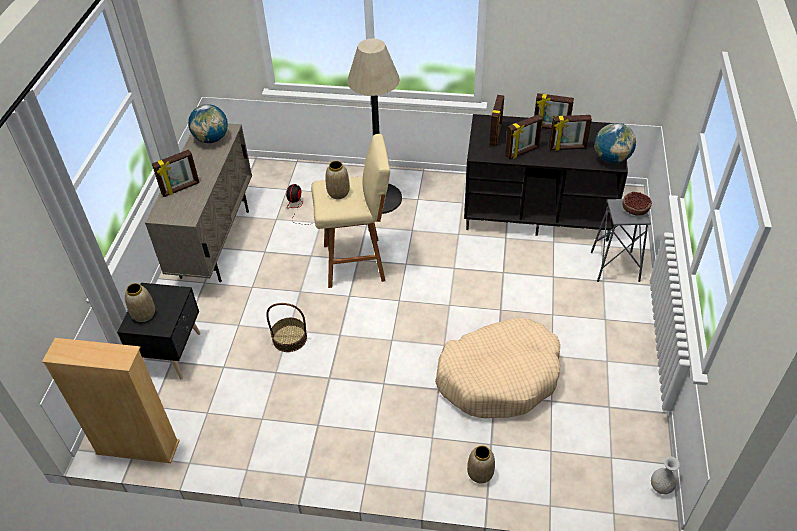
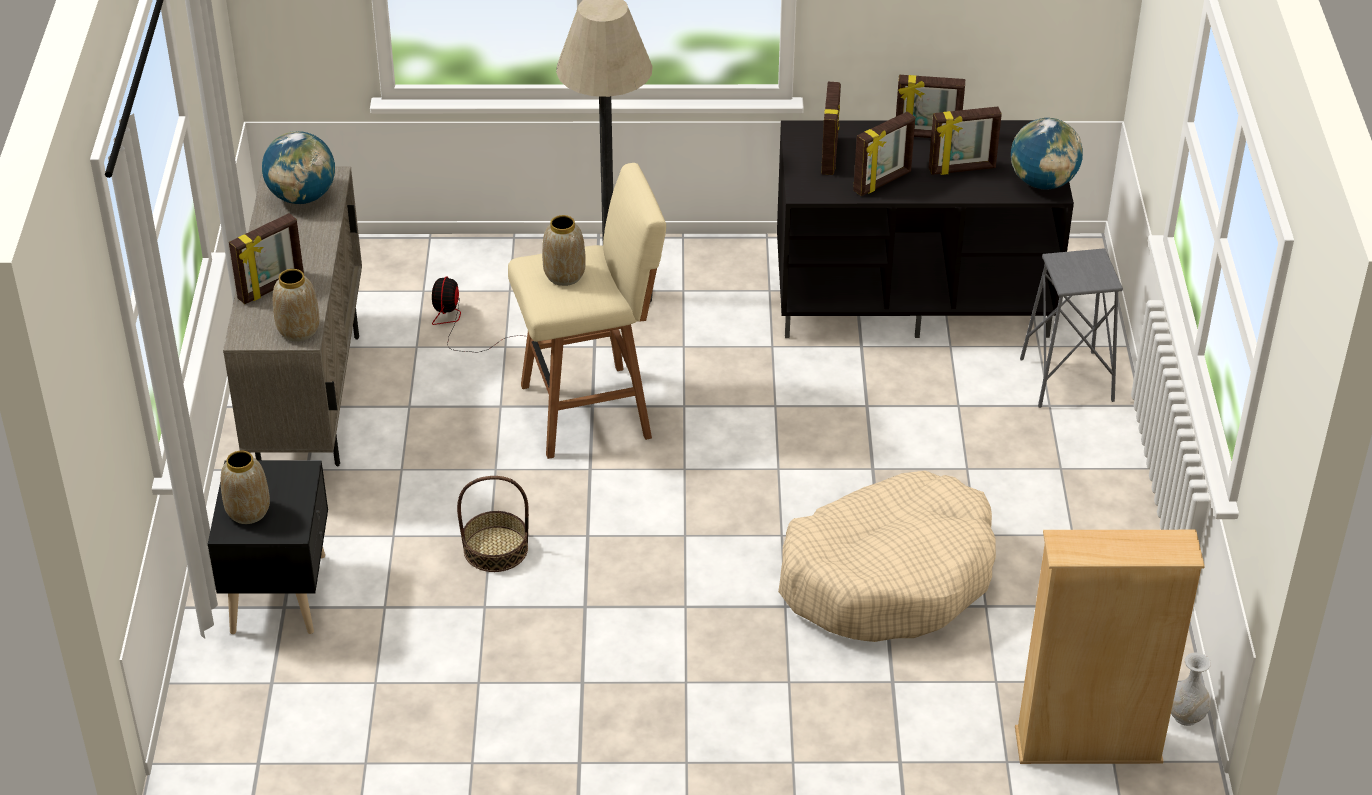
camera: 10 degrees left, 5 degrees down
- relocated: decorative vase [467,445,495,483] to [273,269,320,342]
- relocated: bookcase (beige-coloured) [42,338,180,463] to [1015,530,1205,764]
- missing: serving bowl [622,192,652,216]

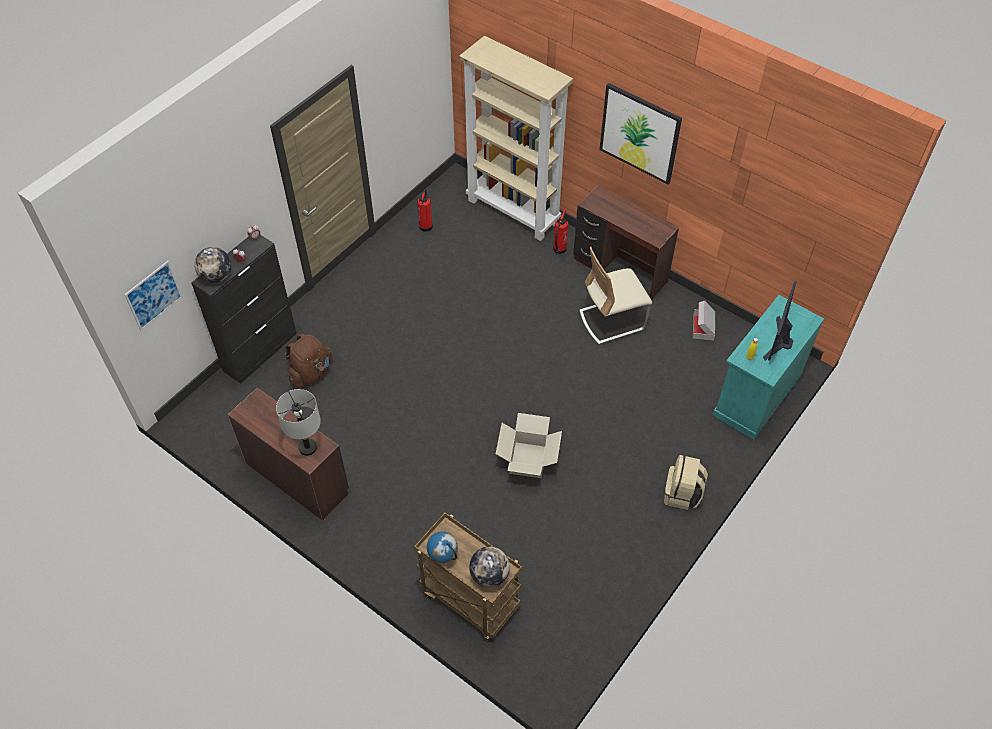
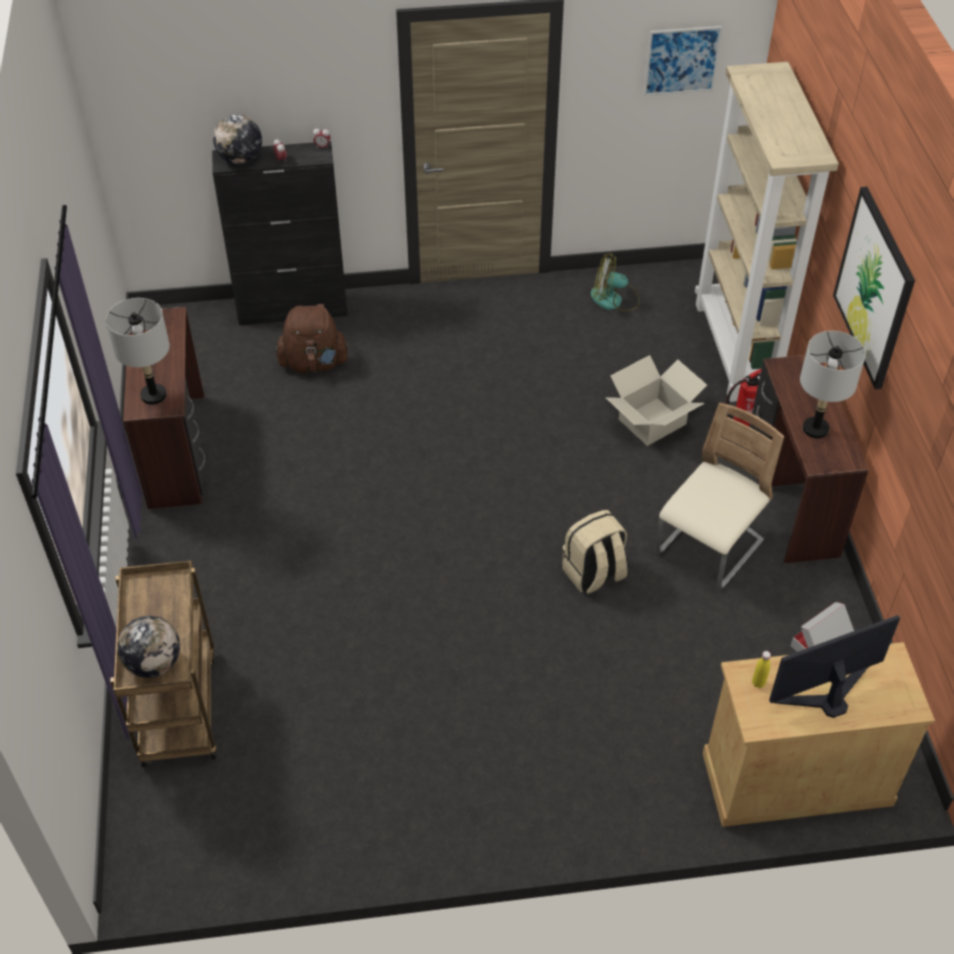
camera: 45 degrees right, 5 degrees down
- relocated: rucksack (beige-coloured) [664,455,708,510] to [562,510,627,594]
- exchanged: extinguisher [417,189,433,232] to fan [591,254,639,311]
- relocated: packing box [496,413,562,478] to [606,355,707,446]
- relocated: wall picture [124,261,182,330] to [643,26,723,96]
- spun: plain chair (beige-coloured) [579,247,652,344] = [655,403,784,589] 105 degrees clockwise
- colour: cupboard (turquoise-coloured) [713,295,824,440] to cupboard (beige-coloured) [703,642,935,827]
- appeared: tabletop lamp (grey) [800,331,866,439]
- missing: world globe [427,531,458,563]

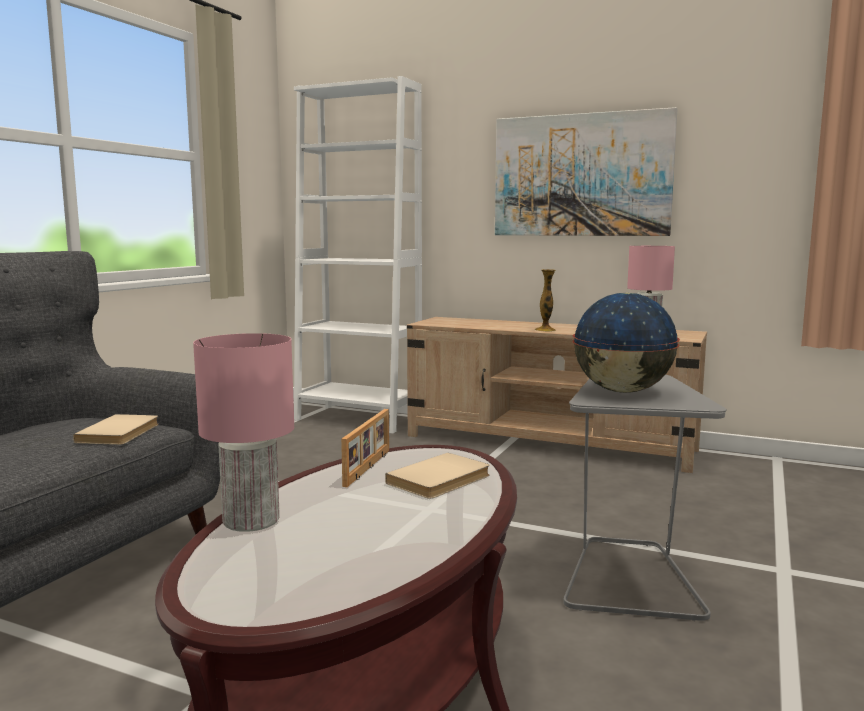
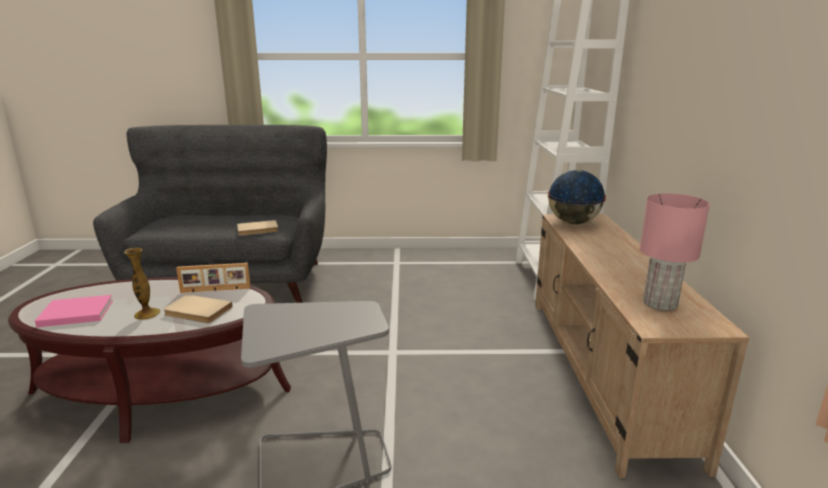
camera: 65 degrees right, 10 degrees up
- appeared: book (pink-coloured) [35,295,113,327]
- relocated: decorative vase [535,269,556,332] to [124,248,160,320]
- relocated: world globe [572,293,680,393] to [547,170,606,224]
- missing: tabletop lamp (pink-coloured) [193,333,294,532]
- missing: wall picture [495,107,677,236]

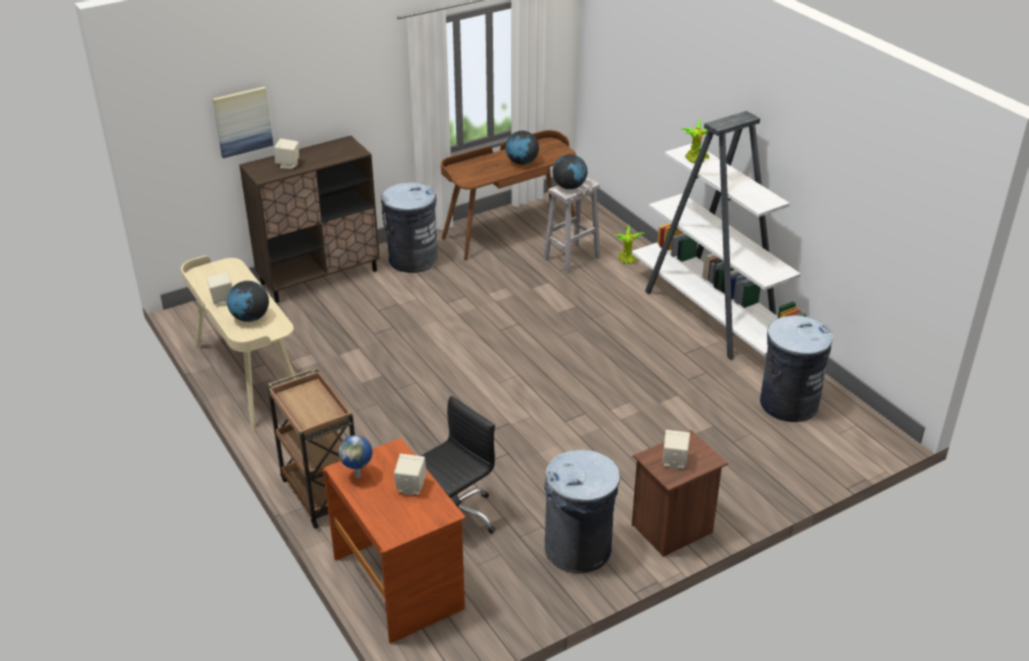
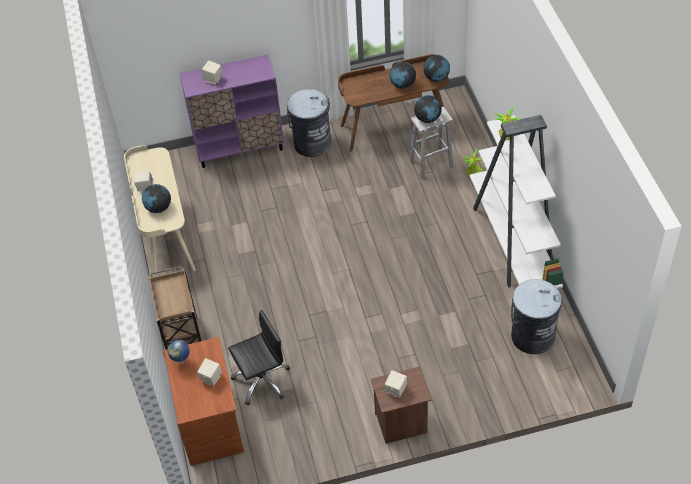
camera: 20 degrees right, 15 degrees up
- colour: cupboard (brownish) [239,136,380,303] to cupboard (purple) [179,55,284,168]
- appeared: world globe [423,55,450,82]
- missing: wall picture [213,87,273,158]
- missing: waste bin (grey) [544,450,620,573]

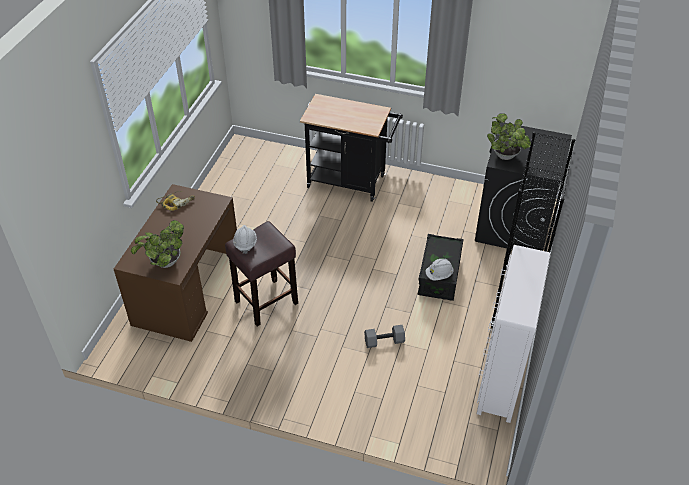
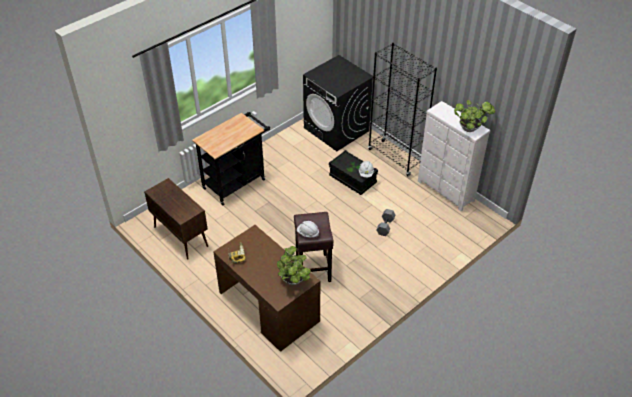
camera: 60 degrees left, 0 degrees up
- appeared: cupboard (brownish) [144,178,208,260]
- relocated: potted plant [487,113,531,160] to [454,100,495,132]

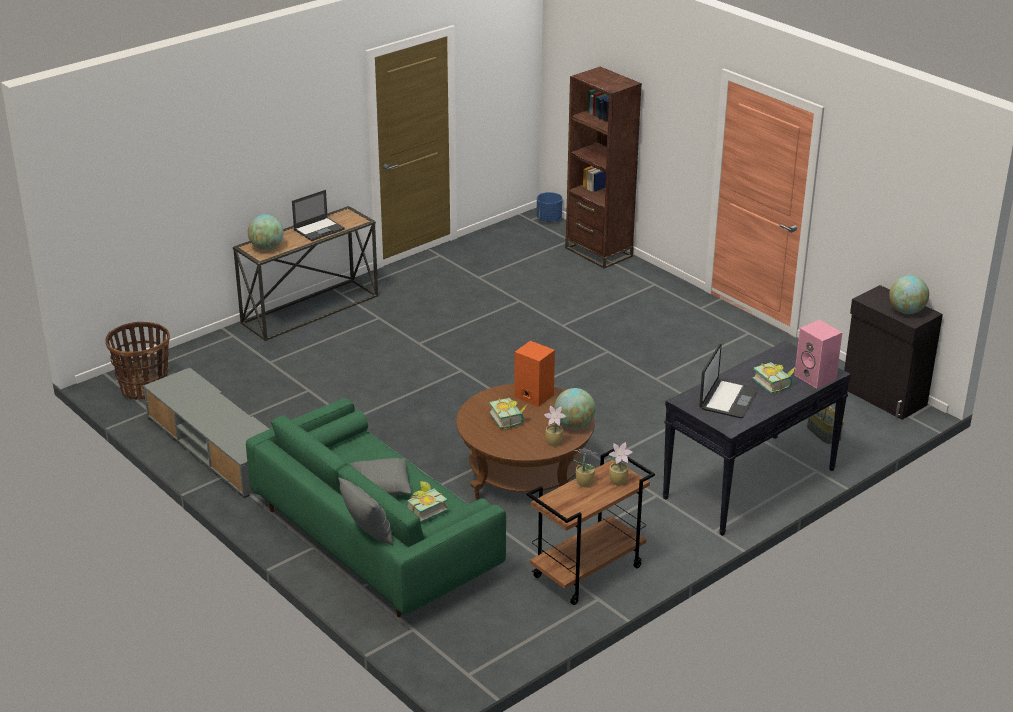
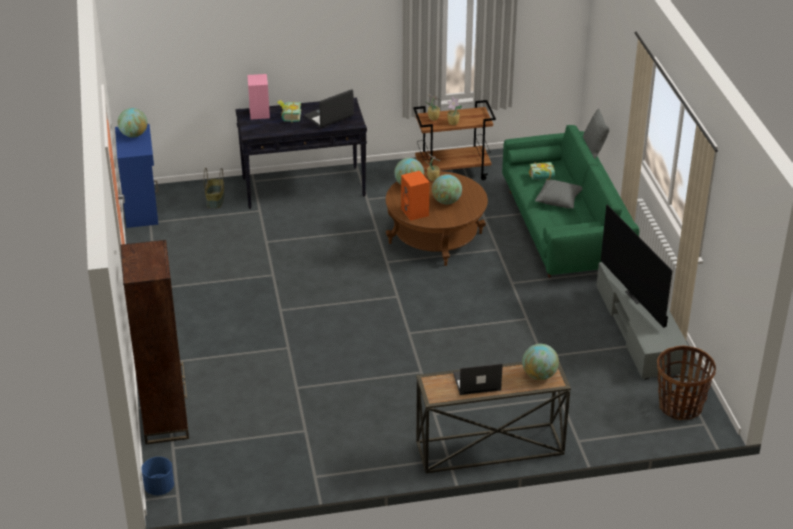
camera: 150 degrees left, 5 degrees up
- colour: cupboard (black-coloured) [844,285,943,420] to cupboard (blue-coloured) [115,124,158,228]
- exchanged: book [489,398,528,430] to world globe [432,174,462,204]
- appeared: TV [601,205,672,328]

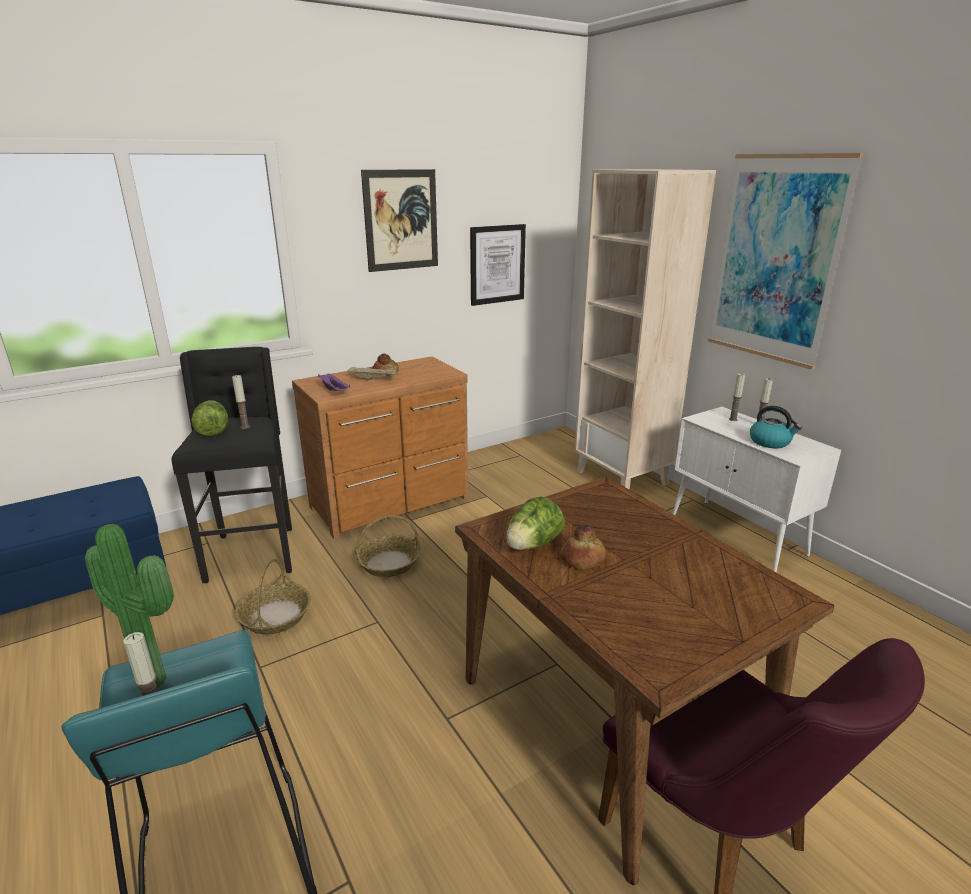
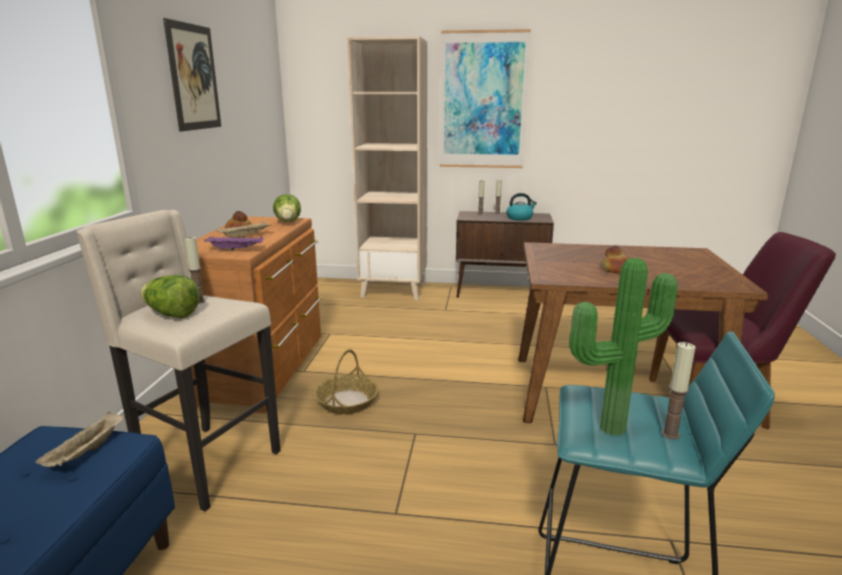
camera: 50 degrees left, 5 degrees down
- appeared: tray (beige-coloured) [35,411,124,467]
- colour: sitting stool (black-coloured) [172,347,292,583] to sitting stool (beige-coloured) [76,210,280,512]
- relocated: head of lettuce [506,497,565,550] to [273,194,301,222]
- colour: cupboard (white-coloured) [672,407,841,572] to cupboard (brownish) [456,211,554,298]
- missing: household basket [235,559,311,634]
- missing: wall picture [470,224,526,306]

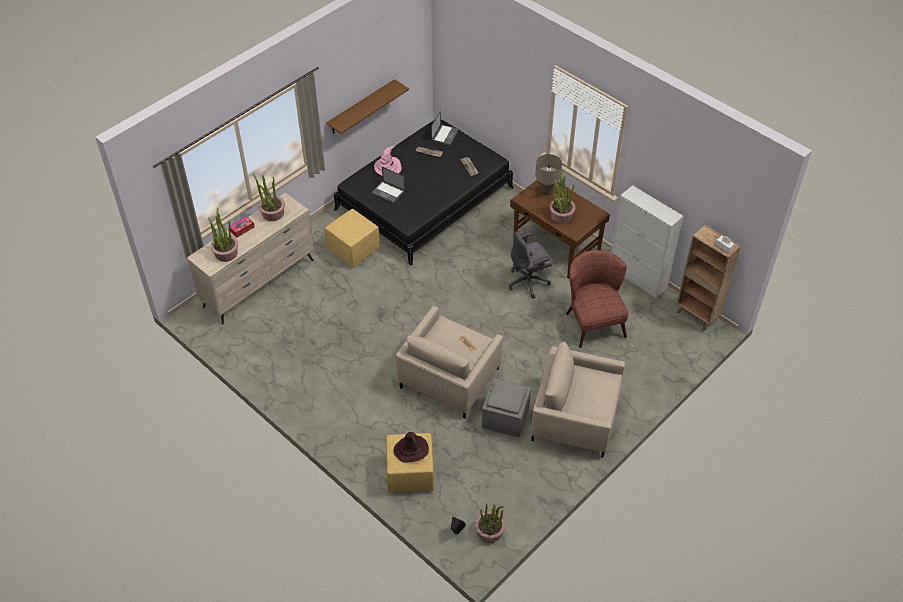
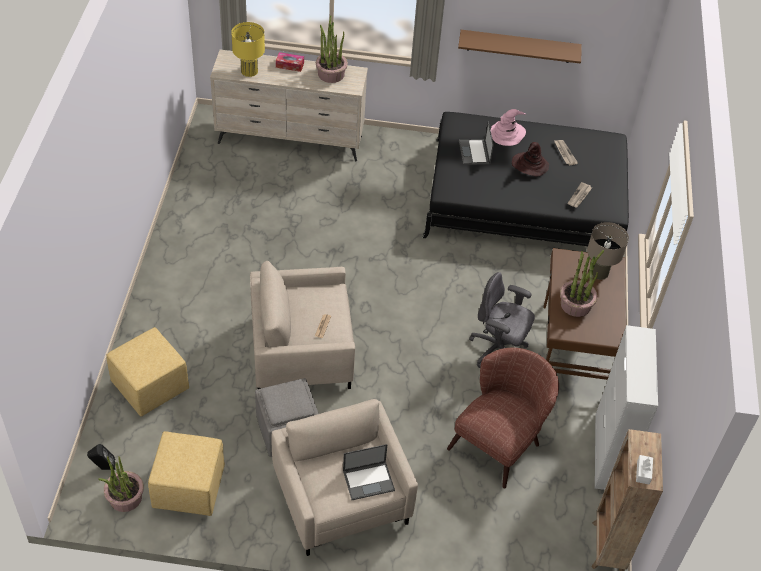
camera: 50 degrees right, 0 degrees up
- relocated: footrest (yellowish) [325,209,380,268] to [148,431,225,516]
- exchanged: potted plant [208,207,238,262] to tabletop lamp (yellowish) [231,22,265,77]
- relocated: portable computer [431,110,459,146] to [343,444,395,500]
- relocated: wearable hat (brownish) [394,432,429,463] to [512,142,549,177]

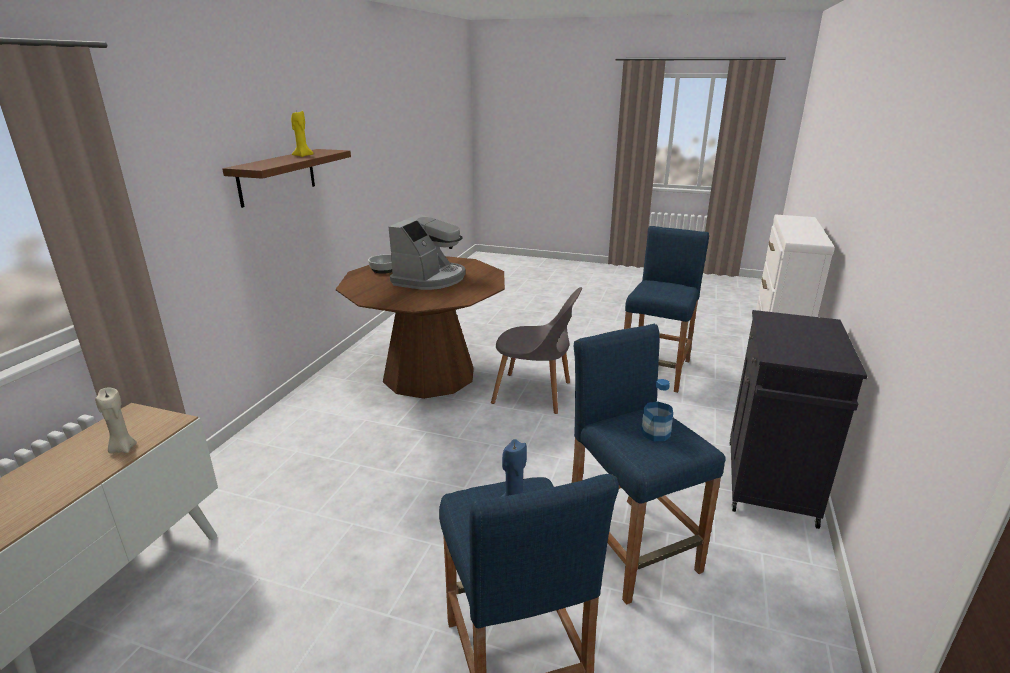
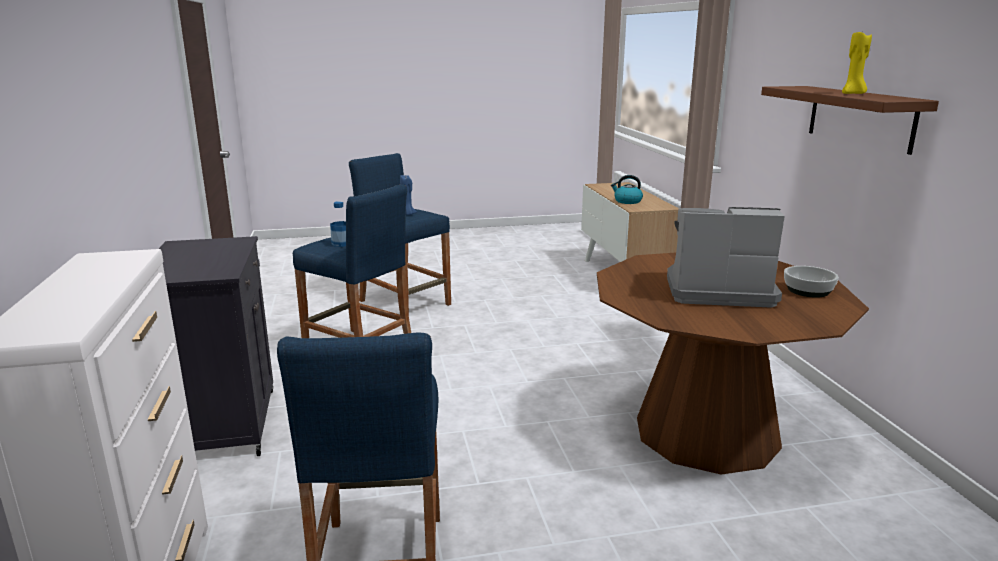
camera: 150 degrees right, 5 degrees down
- exchanged: candle (beige-coloured) [95,388,137,453] to water kettle [611,175,643,204]
- spun: coffee brewer [388,214,466,290] = [667,207,785,308] 105 degrees clockwise
- missing: plain chair (grey) [491,287,582,414]

